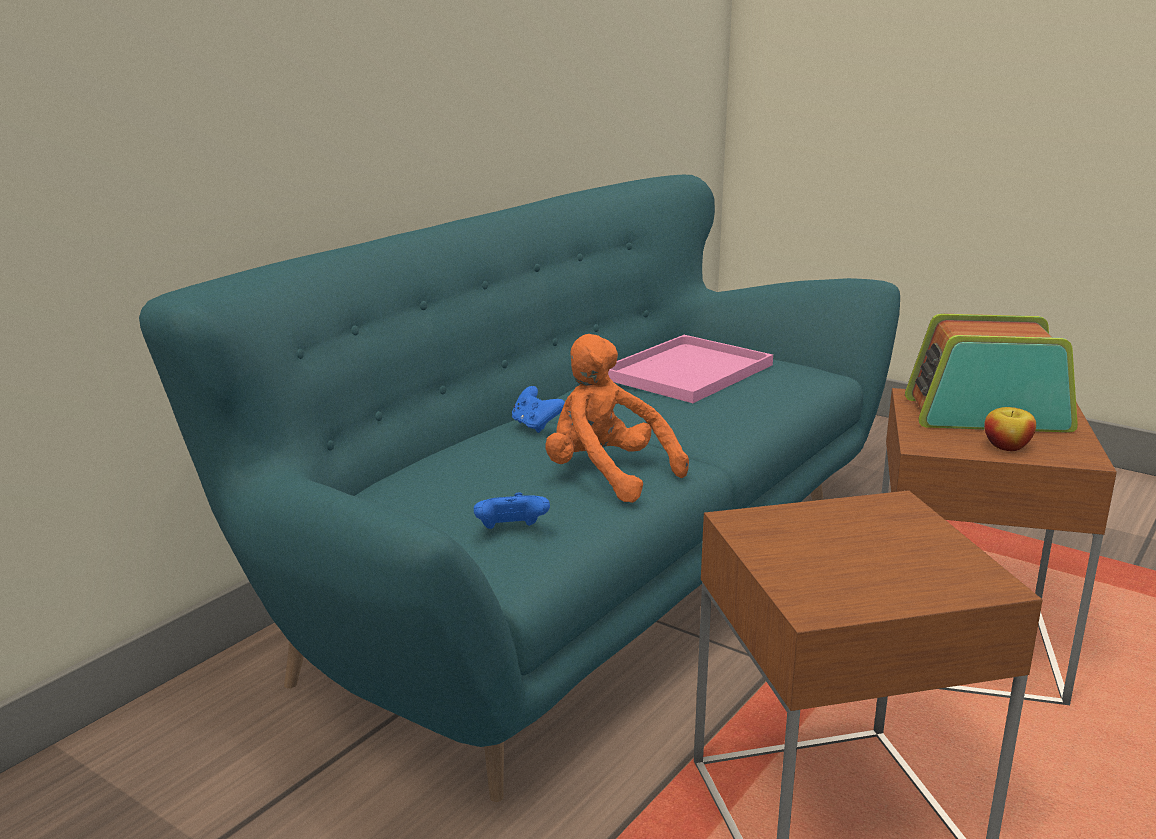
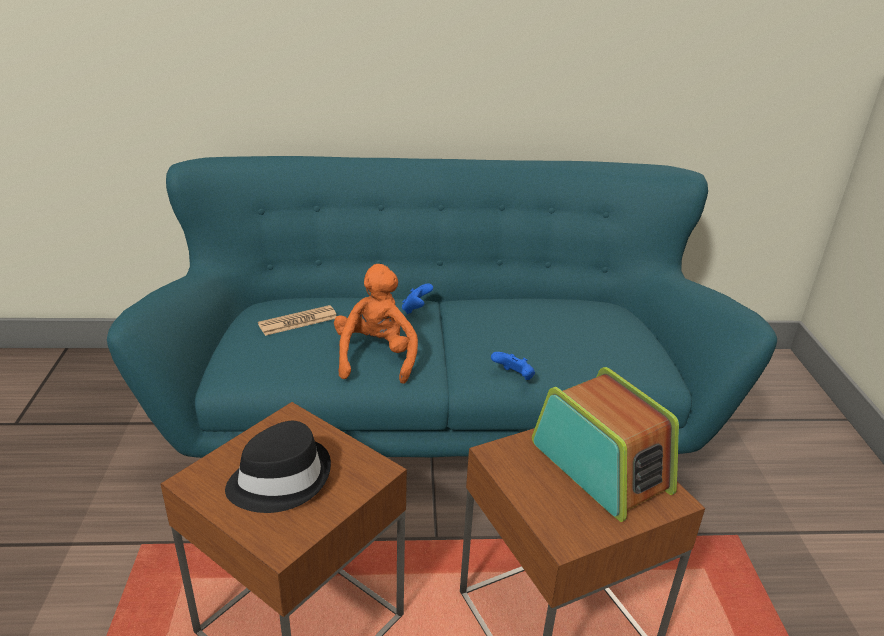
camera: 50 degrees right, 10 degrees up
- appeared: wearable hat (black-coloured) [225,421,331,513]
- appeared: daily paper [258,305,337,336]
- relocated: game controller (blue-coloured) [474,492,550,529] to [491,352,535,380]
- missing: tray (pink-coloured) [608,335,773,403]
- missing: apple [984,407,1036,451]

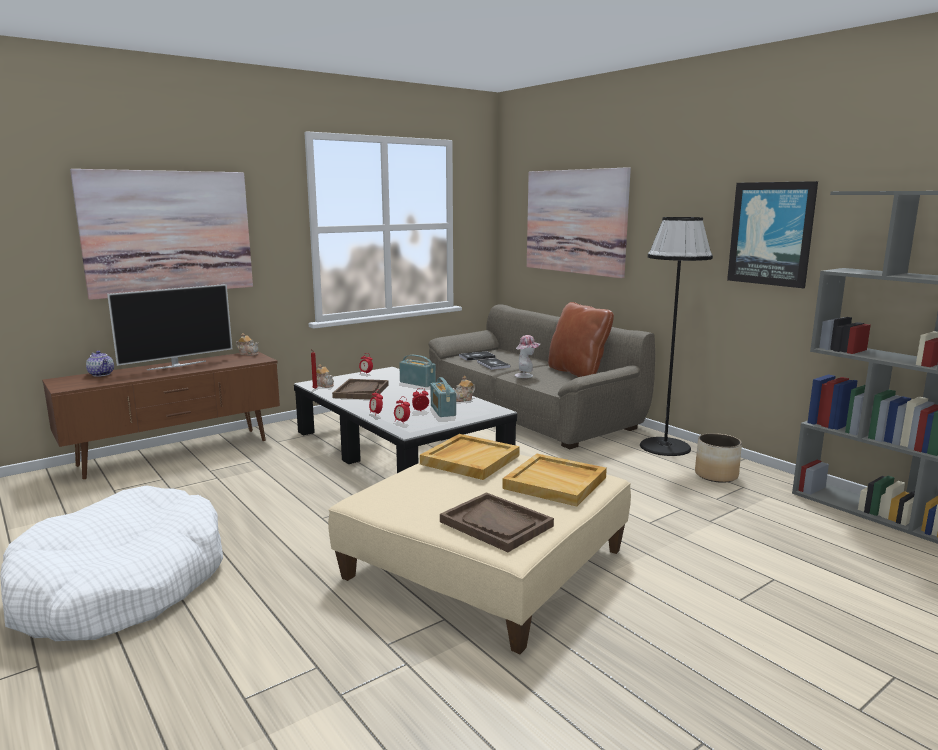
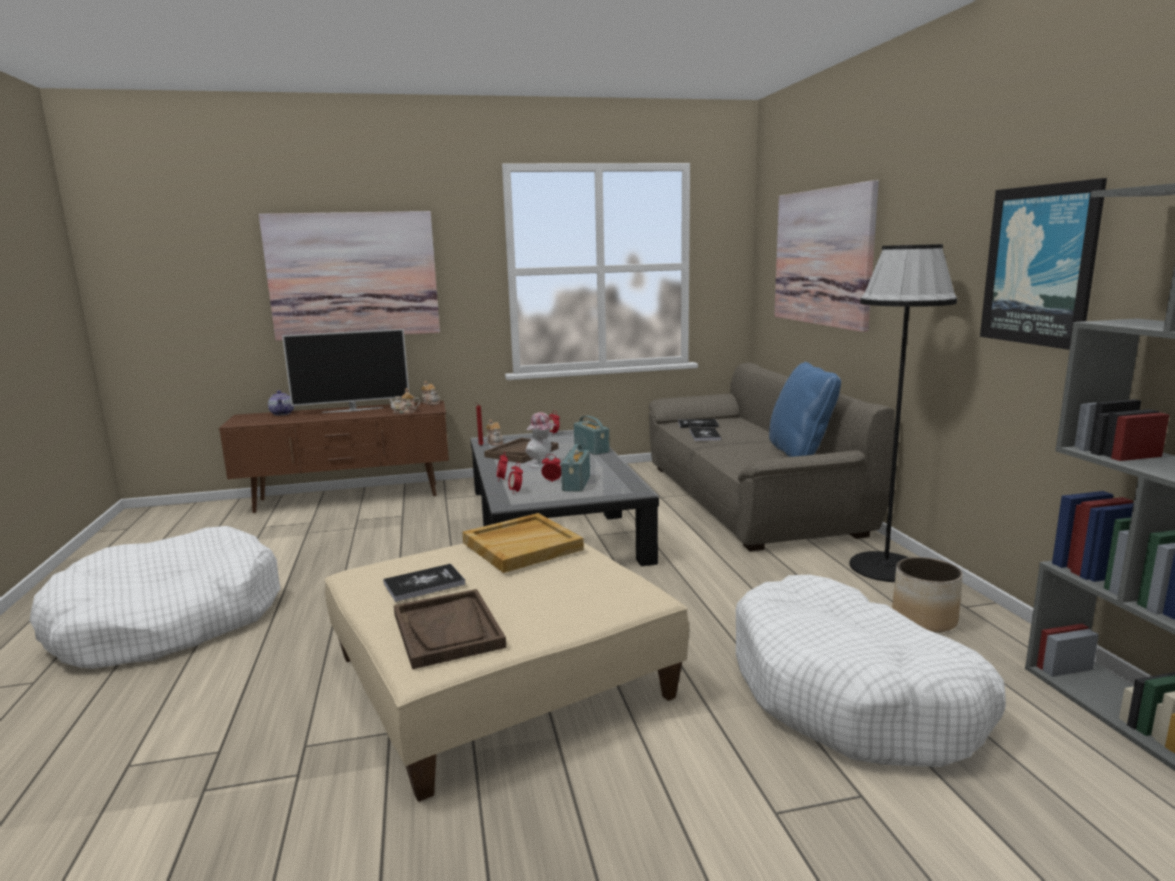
camera: 25 degrees right, 0 degrees up
- appeared: book [383,564,466,602]
- relocated: pot for tea [452,376,475,402] to [389,388,420,414]
- relocated: wearable hat [515,335,540,378] to [526,412,556,468]
- appeared: dog cushion (white-coloured) [736,575,1006,767]
- colour: pillow (brownish) [548,302,614,377] to pillow (blue-coloured) [769,362,841,457]
- missing: tray (beige-coloured) [502,454,607,506]

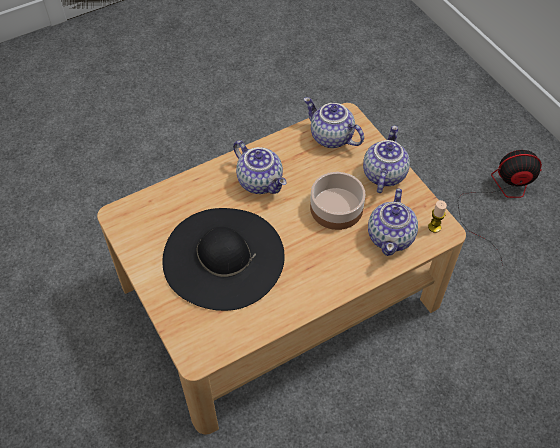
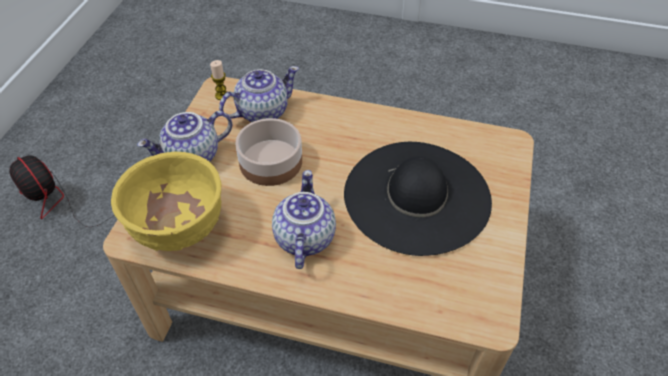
camera: 135 degrees left, 5 degrees down
- exchanged: pot for tea [304,97,364,148] to serving bowl (yellowish) [111,152,221,251]

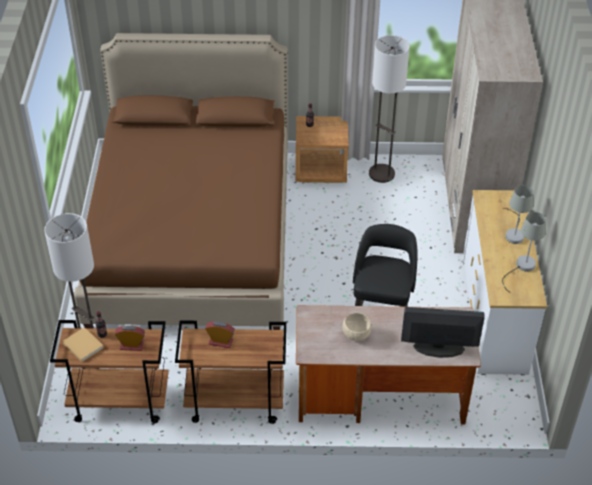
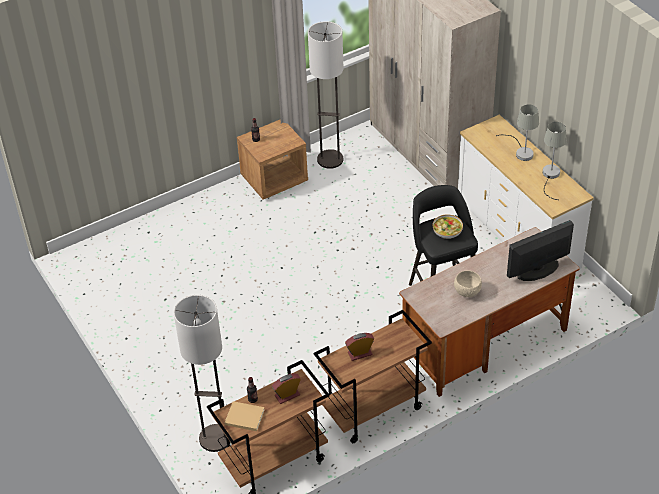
camera: 30 degrees left, 0 degrees up
- appeared: serving bowl [433,214,463,239]
- missing: sleeping bed (brownish) [74,33,288,330]

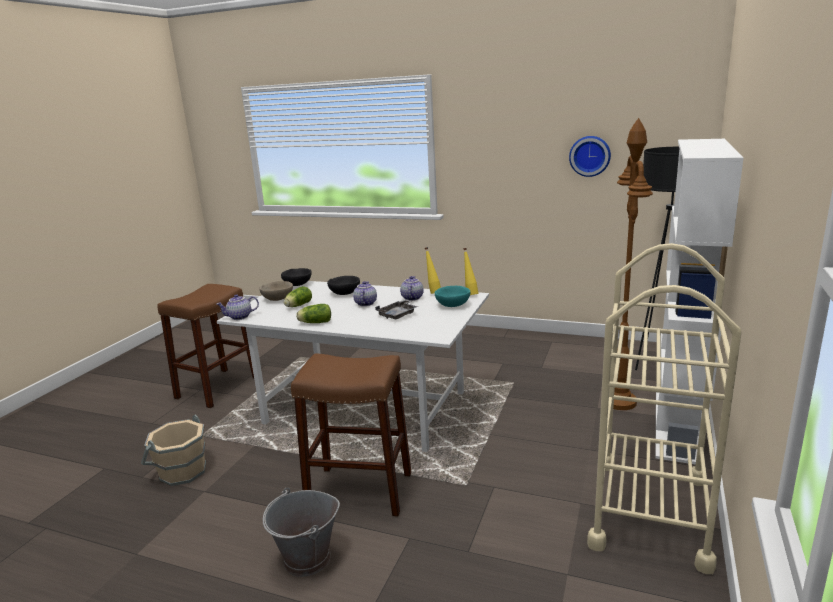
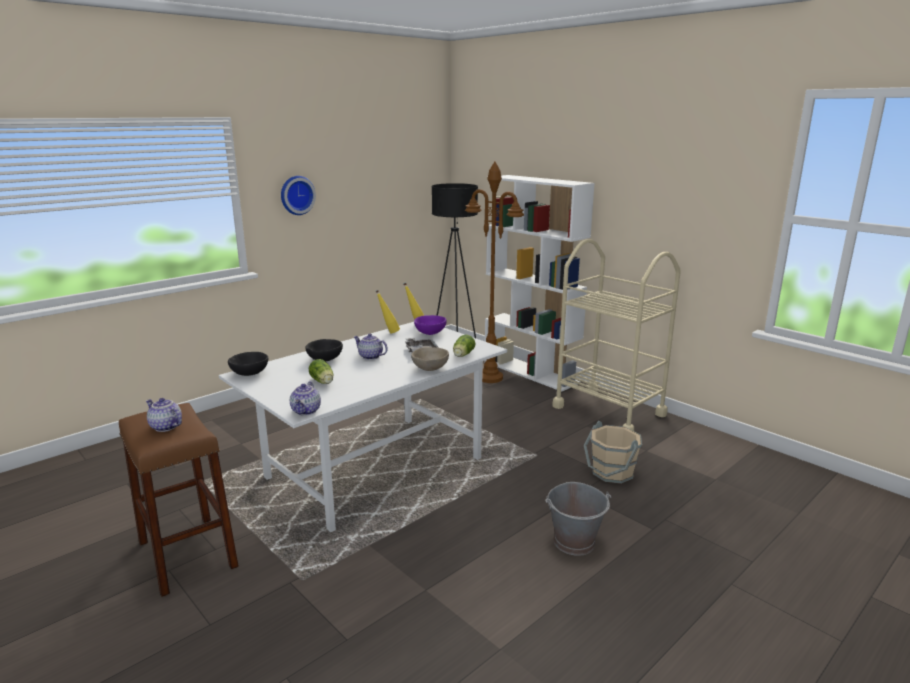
camera: 65 degrees left, 0 degrees up
- relocated: pot for tea [400,276,424,301] to [146,398,182,432]
- relocated: hanging clock [569,136,611,177] to [281,176,316,215]
- relocated: serving bowl (beige-coloured) [259,281,293,301] to [411,347,449,371]
- colour: serving bowl (turquoise-coloured) [435,286,470,307] to serving bowl (purple) [414,315,446,335]
- relocated: head of lettuce [296,304,331,323] to [453,335,475,357]
- relocated: water bucket (beige-coloured) [141,414,206,486] to [584,421,642,484]
- missing: sitting stool (brownish) [291,354,411,517]

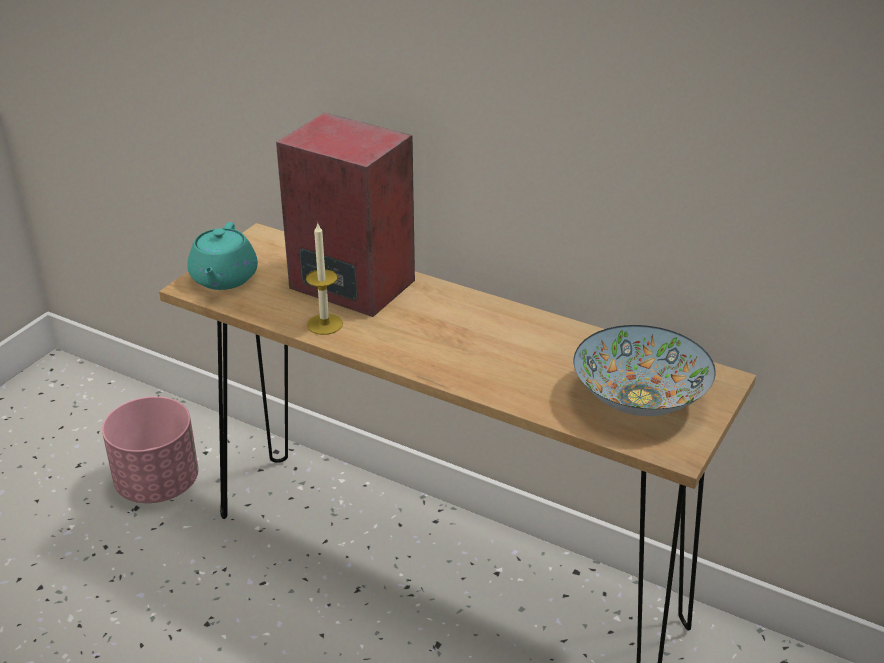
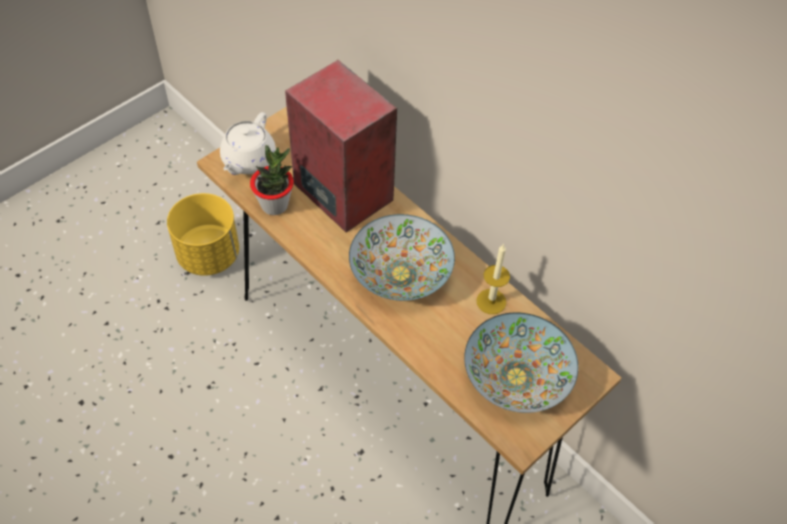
camera: 15 degrees right, 20 degrees up
- colour: flower pot (pink-coloured) [102,396,198,503] to flower pot (yellowish) [167,193,239,276]
- colour: pot for tea (turquoise-coloured) [188,222,258,290] to pot for tea (white-coloured) [220,112,276,175]
- appeared: potted plant [250,145,294,215]
- appeared: serving bowl [349,214,455,301]
- relocated: candle [306,222,343,335] to [476,244,510,314]

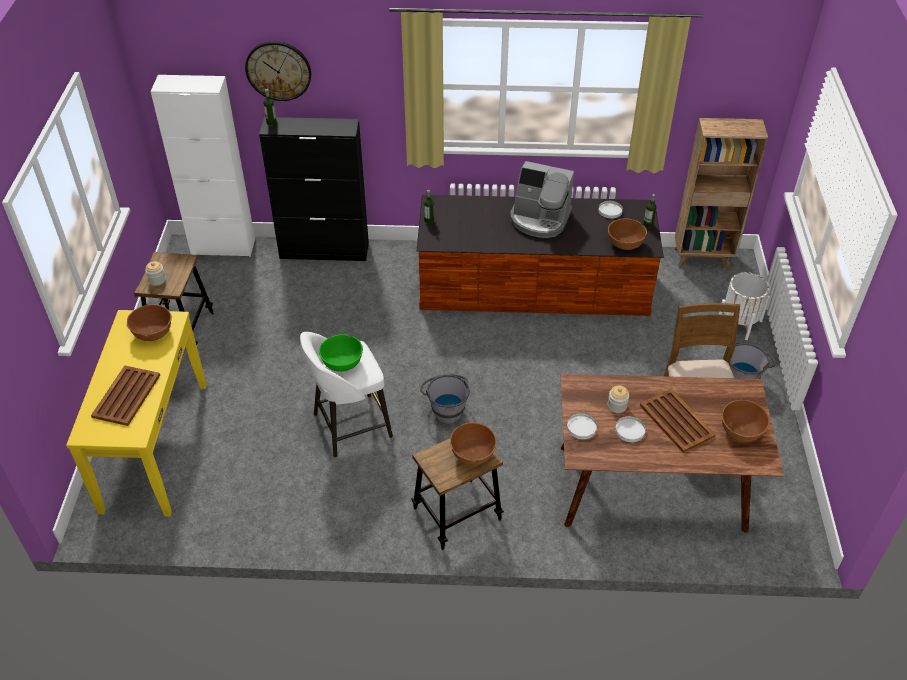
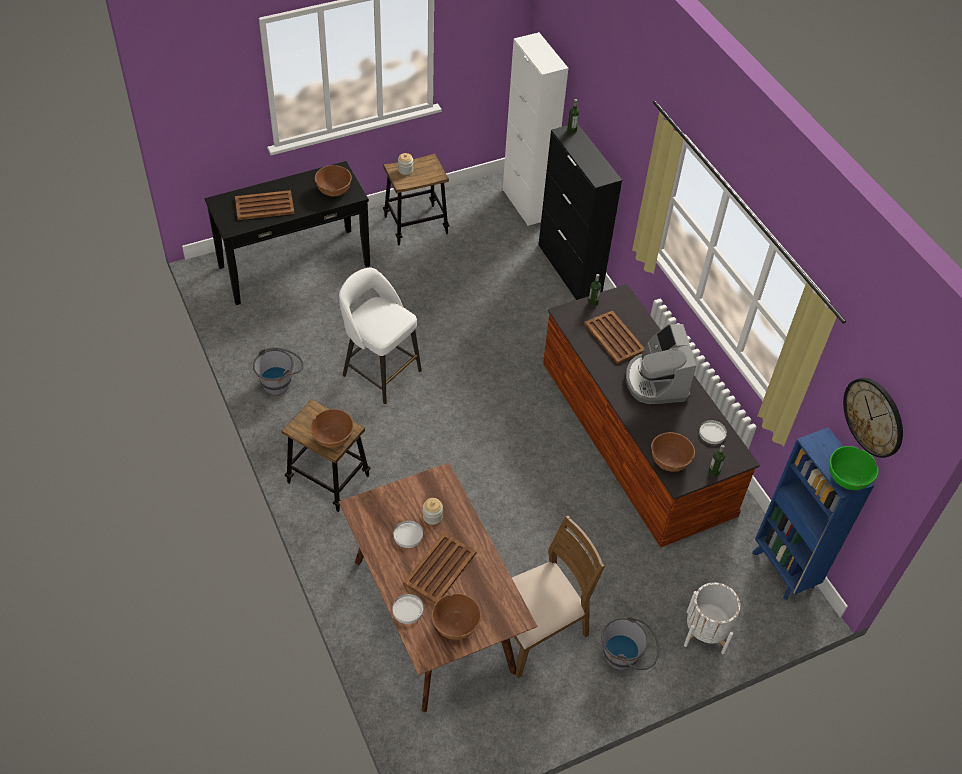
camera: 60 degrees right, 5 degrees up
- colour: console table (yellowish) [66,310,207,517] to console table (black-coloured) [205,161,370,305]
- relocated: water bucket (grey) [420,374,470,424] to [253,347,304,395]
- relocated: dinner plate (white-coloured) [567,413,597,439] to [392,594,423,624]
- appeared: tray (brownish) [584,310,644,364]
- colour: bookcase (brownish) [675,118,768,270] to bookcase (blue-coloured) [752,427,874,600]
- relocated: serving bowl (green-coloured) [319,334,363,372] to [830,446,879,490]
- relocated: hanging clock [245,41,311,101] to [843,378,903,458]

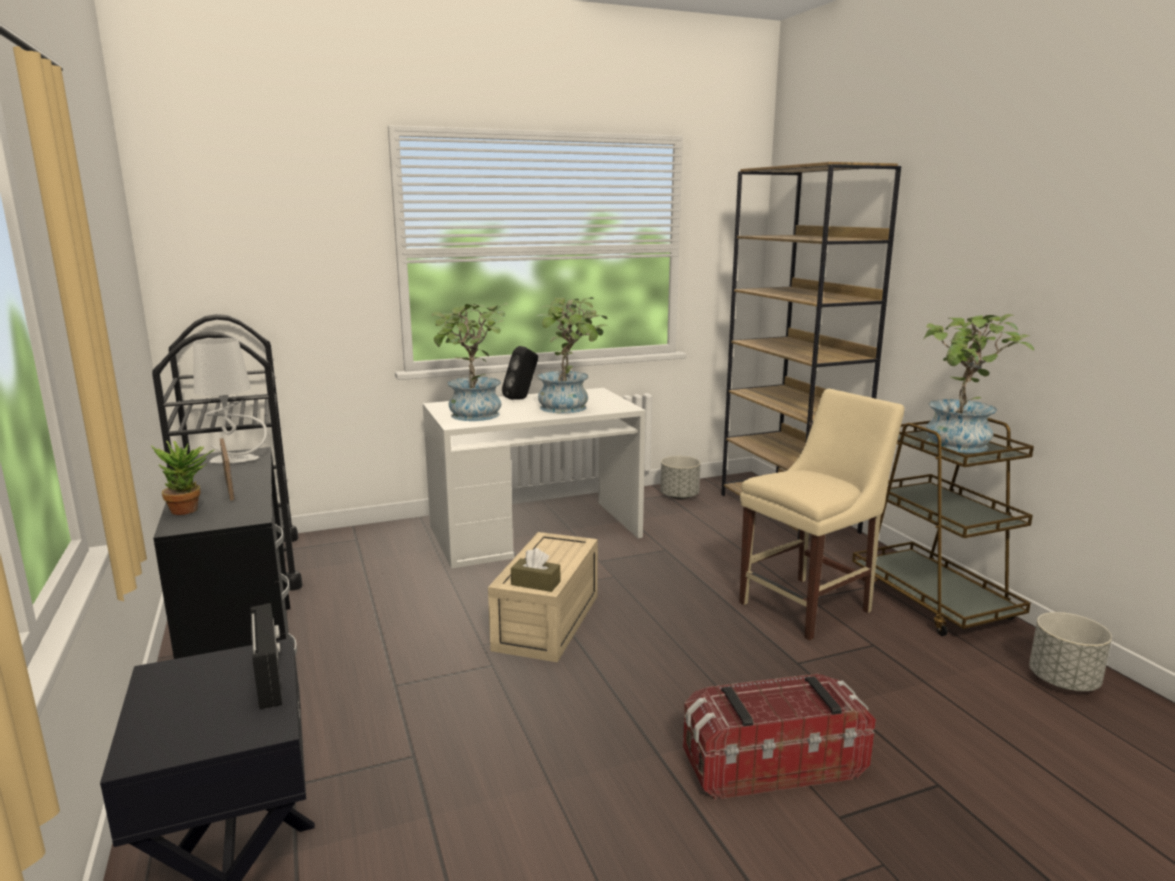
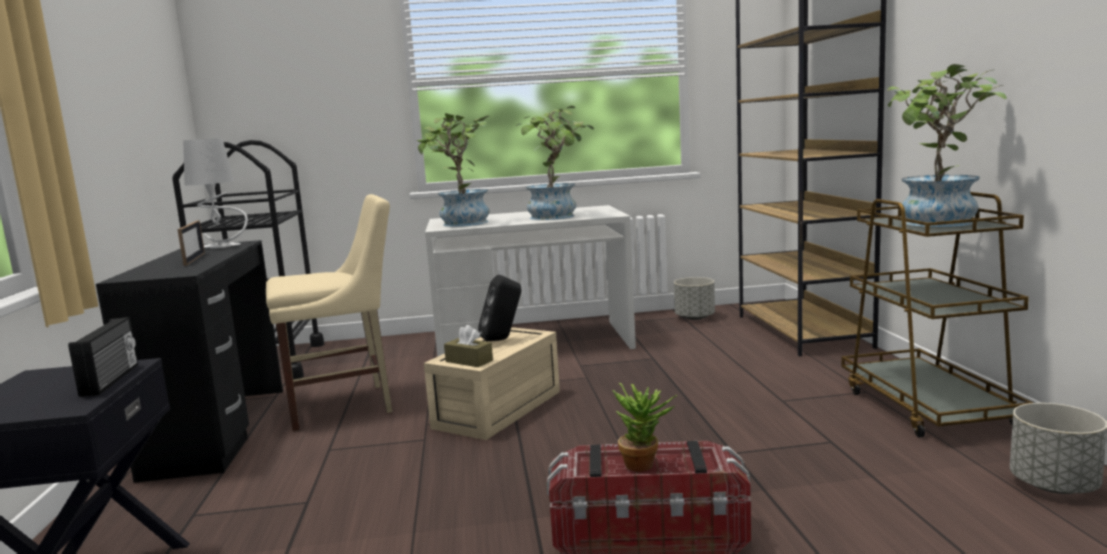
camera: 15 degrees right, 5 degrees down
- relocated: plain chair (beige-coloured) [739,389,904,641] to [266,194,392,431]
- relocated: speaker (black-coloured) [502,346,538,400] to [478,275,521,341]
- relocated: potted plant [151,441,214,515] to [612,383,677,472]

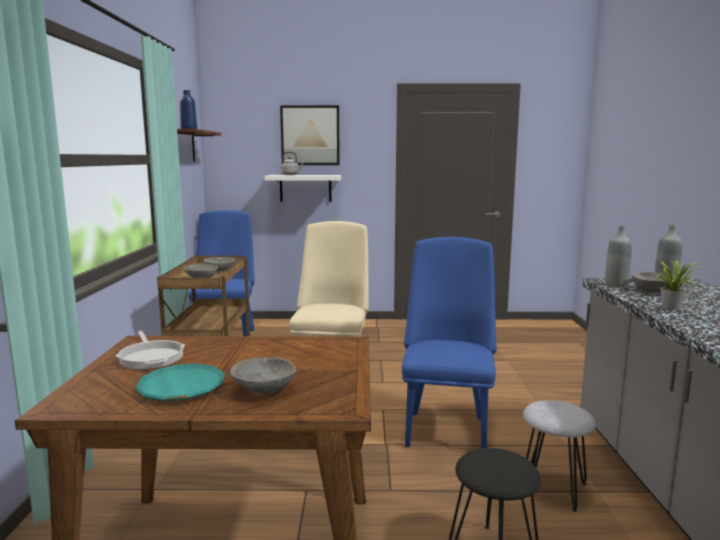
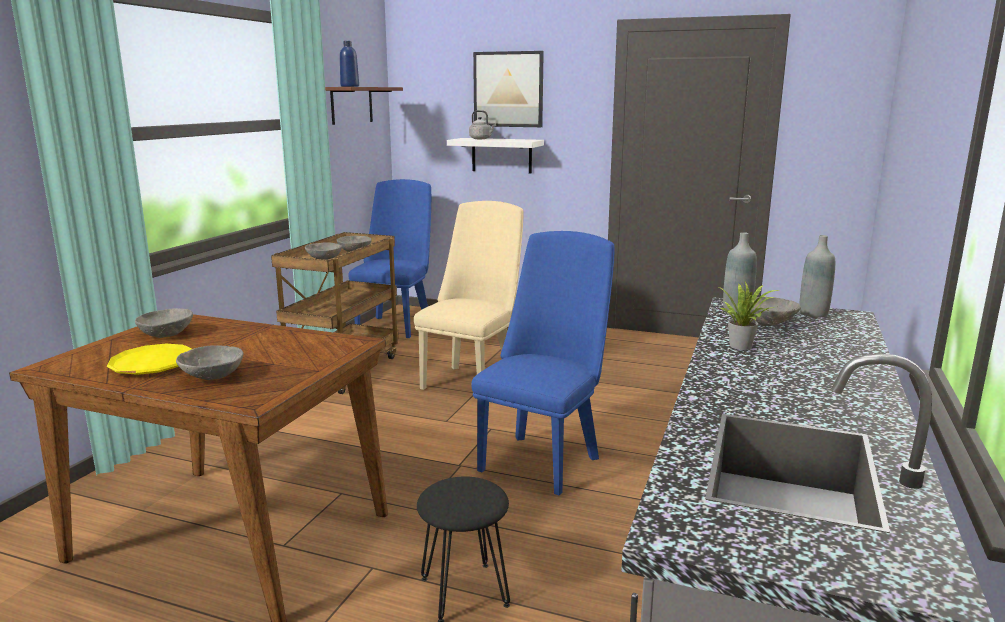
camera: 20 degrees right, 5 degrees up
- colour: dinner plate (turquoise-coloured) [135,364,225,401] to dinner plate (yellowish) [107,344,192,375]
- exchanged: skillet [116,331,185,370] to serving bowl (grey) [135,308,193,338]
- missing: sitting stool (grey) [523,400,596,512]

